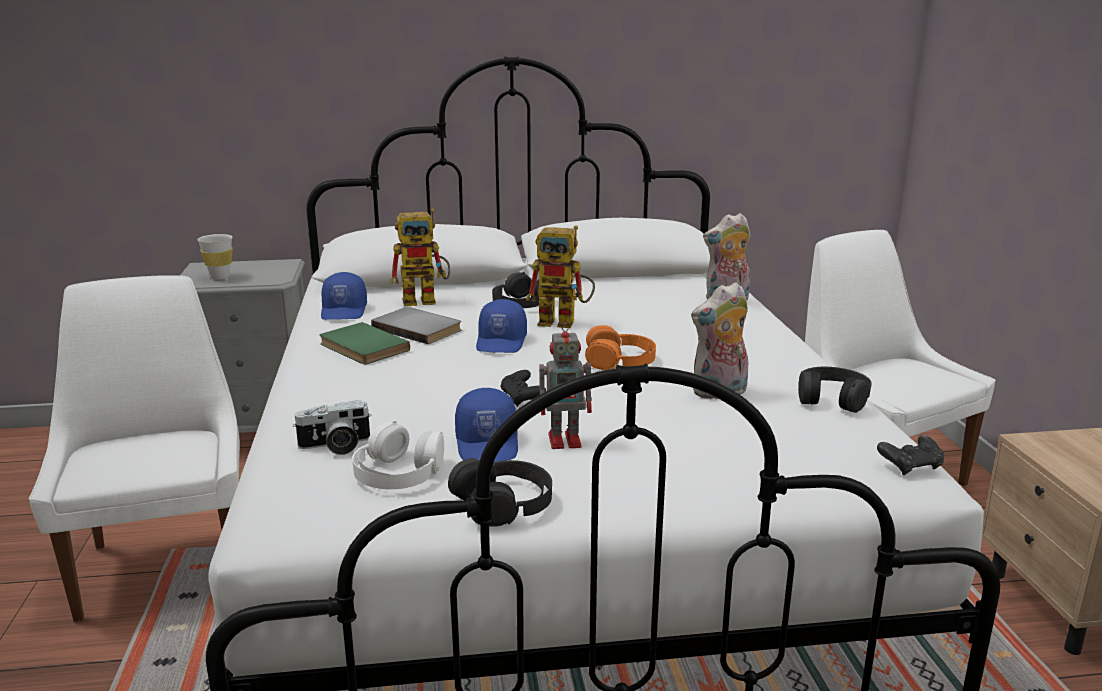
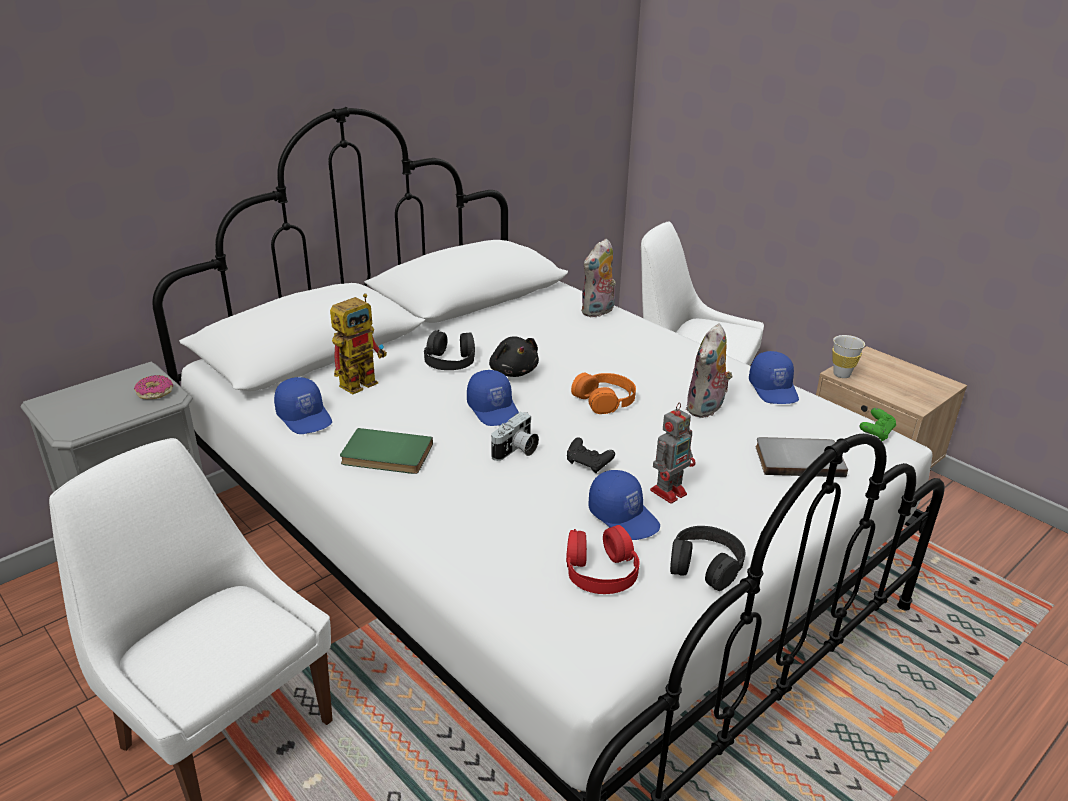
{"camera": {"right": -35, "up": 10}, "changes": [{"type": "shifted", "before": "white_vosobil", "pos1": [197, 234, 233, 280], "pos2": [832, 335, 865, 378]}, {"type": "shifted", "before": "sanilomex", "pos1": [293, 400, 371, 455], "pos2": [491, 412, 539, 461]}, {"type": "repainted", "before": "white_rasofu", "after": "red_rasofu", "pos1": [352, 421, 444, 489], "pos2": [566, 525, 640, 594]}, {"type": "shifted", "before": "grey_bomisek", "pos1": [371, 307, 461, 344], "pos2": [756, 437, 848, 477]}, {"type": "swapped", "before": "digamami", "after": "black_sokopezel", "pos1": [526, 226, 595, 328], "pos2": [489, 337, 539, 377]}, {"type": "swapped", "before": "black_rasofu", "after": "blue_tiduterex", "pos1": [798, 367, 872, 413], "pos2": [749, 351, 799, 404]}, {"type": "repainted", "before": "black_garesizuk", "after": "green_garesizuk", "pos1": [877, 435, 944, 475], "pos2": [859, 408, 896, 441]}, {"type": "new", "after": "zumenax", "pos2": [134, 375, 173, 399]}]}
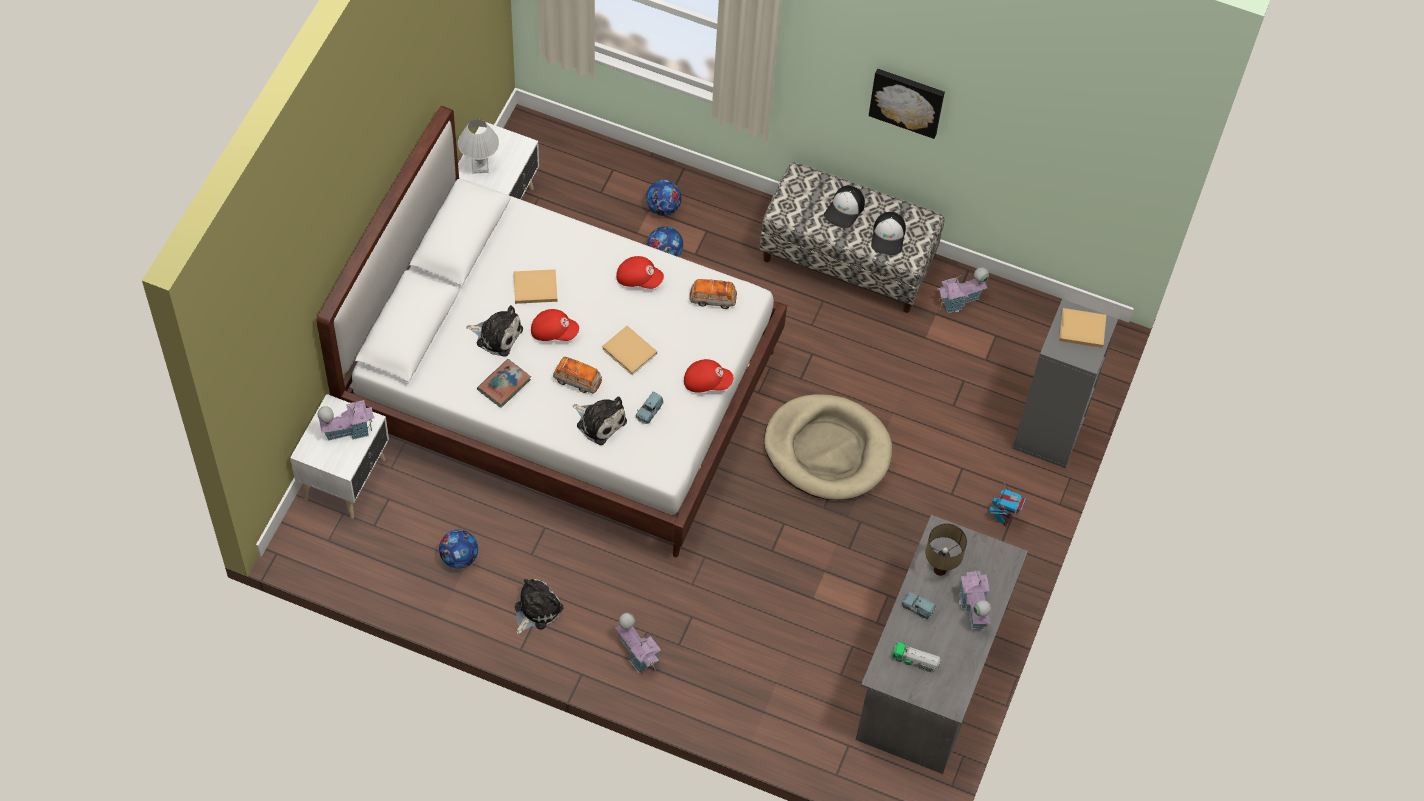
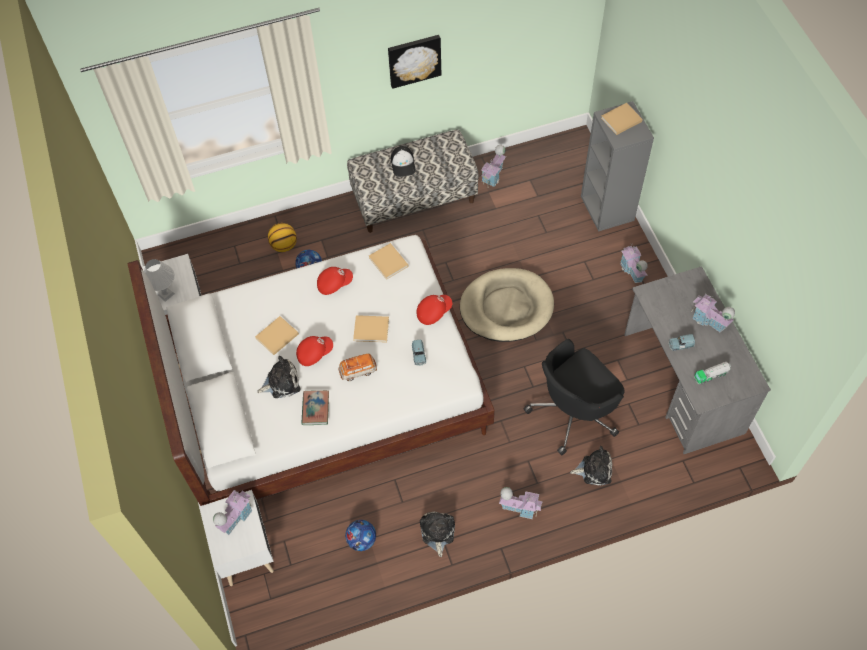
{"camera": {"right": -35, "up": 0}, "changes": [{"type": "shifted", "before": "sokopezel", "pos1": [572, 396, 627, 445], "pos2": [570, 446, 612, 486]}, {"type": "swapped", "before": "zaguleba", "after": "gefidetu", "pos1": [646, 180, 682, 216], "pos2": [268, 223, 297, 252]}, {"type": "swapped", "before": "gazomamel", "after": "beige_bomisek", "pos1": [690, 279, 737, 309], "pos2": [369, 243, 409, 280]}, {"type": "gone", "before": "tiduterex", "pos1": [871, 212, 906, 255]}, {"type": "gone", "before": "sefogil", "pos1": [926, 524, 967, 576]}, {"type": "swapped", "before": "digamami", "after": "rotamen", "pos1": [988, 482, 1026, 527], "pos2": [620, 245, 648, 283]}, {"type": "new", "after": "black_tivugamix", "pos2": [524, 339, 625, 455]}]}
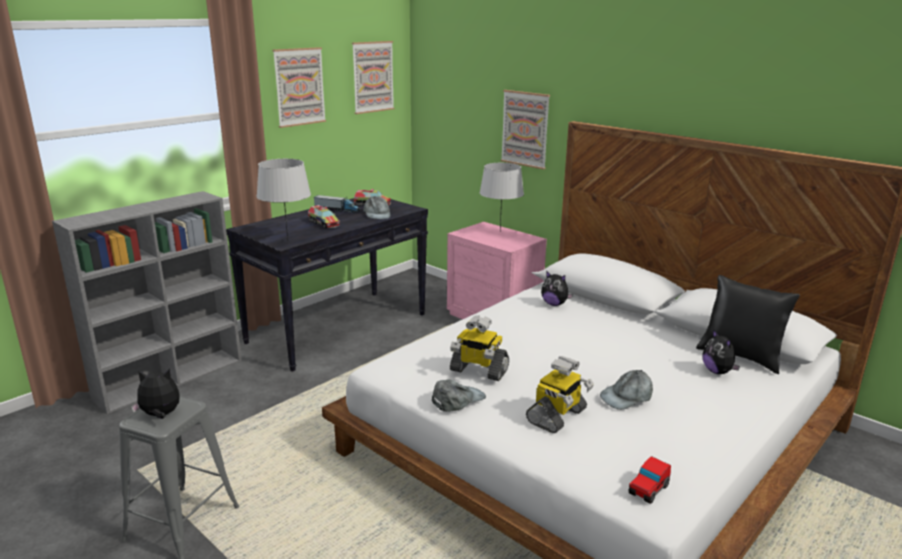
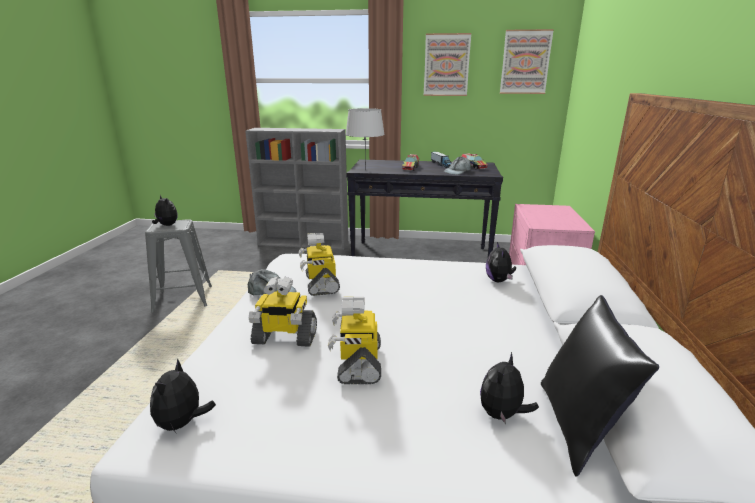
{"camera": {"right": 55, "up": 0}, "changes": [{"type": "gone", "before": "grey_sefogil", "pos1": [479, 163, 524, 232]}, {"type": "gone", "before": "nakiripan", "pos1": [501, 90, 550, 169]}, {"type": "swapped", "before": "grey_tiduterex", "after": "digamami", "pos1": [600, 370, 653, 410], "pos2": [328, 296, 381, 384]}, {"type": "swapped", "before": "gazomamel", "after": "sokopezel", "pos1": [629, 456, 671, 504], "pos2": [150, 358, 216, 433]}]}
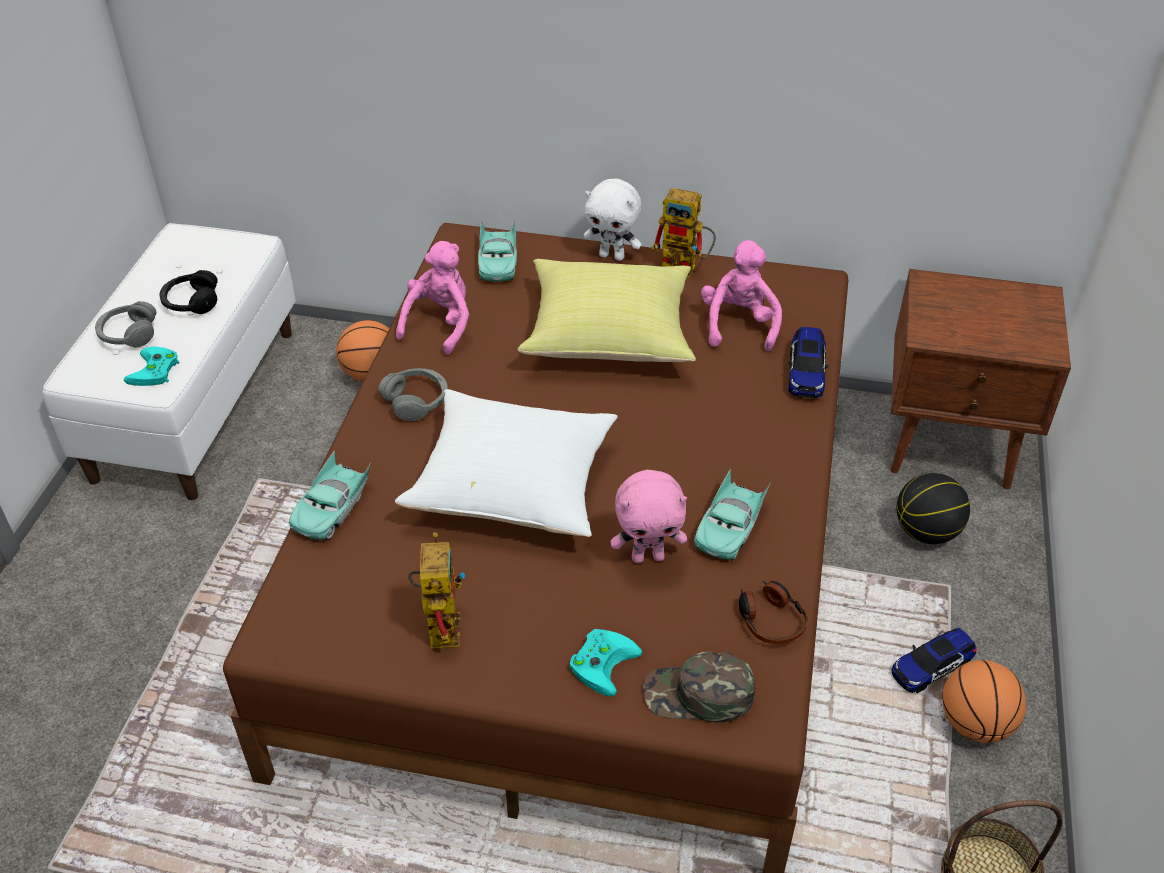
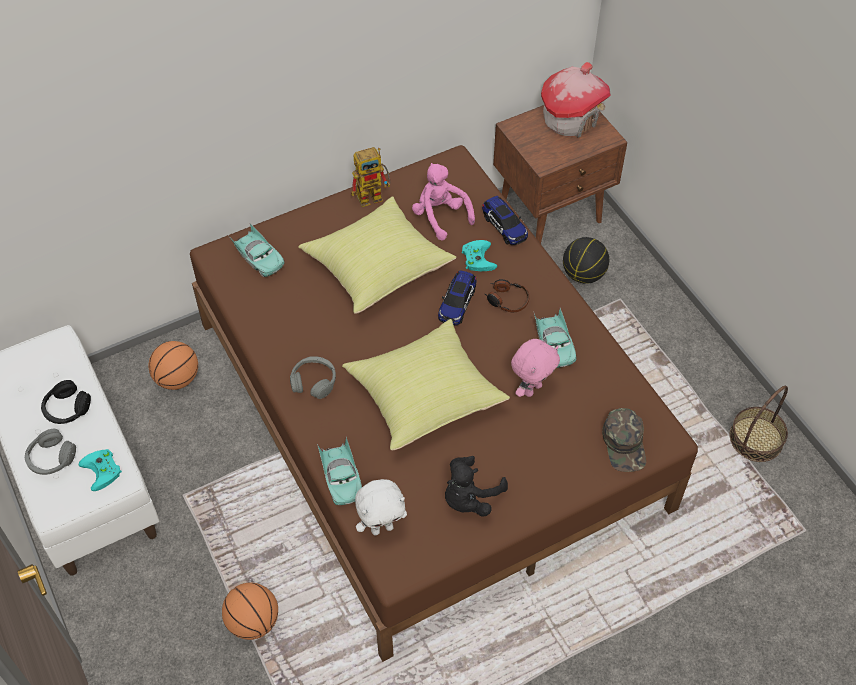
{"camera": {"right": -40, "up": 10}, "changes": [{"type": "repainted", "before": "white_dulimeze", "after": "yellow_dulimeze", "pos1": [395, 389, 618, 537], "pos2": [342, 319, 510, 450]}, {"type": "gone", "before": "pink_sokopezel", "pos1": [396, 241, 469, 355]}, {"type": "swapped", "before": "digamami", "after": "black_sokopezel", "pos1": [408, 532, 465, 649], "pos2": [445, 456, 508, 516]}, {"type": "shifted", "before": "turquoise_garesizuk", "pos1": [569, 629, 642, 696], "pos2": [462, 240, 497, 271]}, {"type": "shifted", "before": "white_sokopezel", "pos1": [583, 178, 641, 261], "pos2": [355, 479, 407, 535]}, {"type": "rotated", "before": "green_tiduterex", "pos1": [643, 651, 755, 723], "pos2": [602, 408, 646, 472], "turn": -60}, {"type": "shifted", "before": "rasofu", "pos1": [739, 581, 807, 644], "pos2": [485, 279, 530, 312]}, {"type": "shifted", "before": "gazomamel", "pos1": [892, 628, 977, 693], "pos2": [438, 271, 476, 326]}, {"type": "shifted", "before": "gefidetu", "pos1": [942, 660, 1026, 743], "pos2": [222, 583, 278, 640]}, {"type": "new", "after": "rotamen", "pos2": [541, 62, 611, 138]}]}
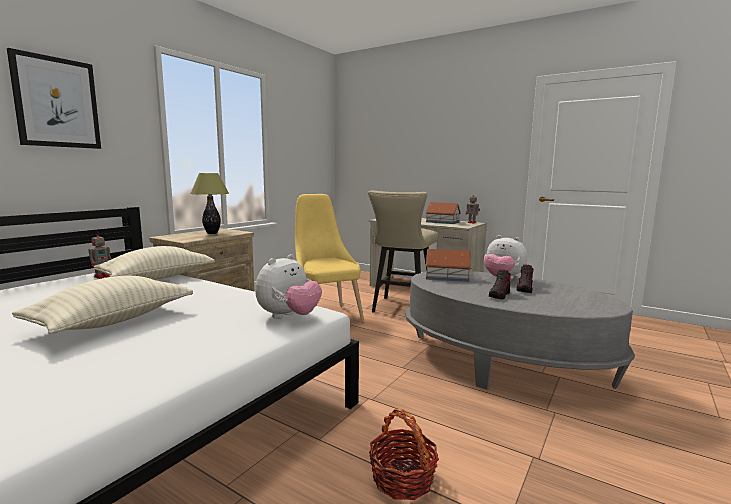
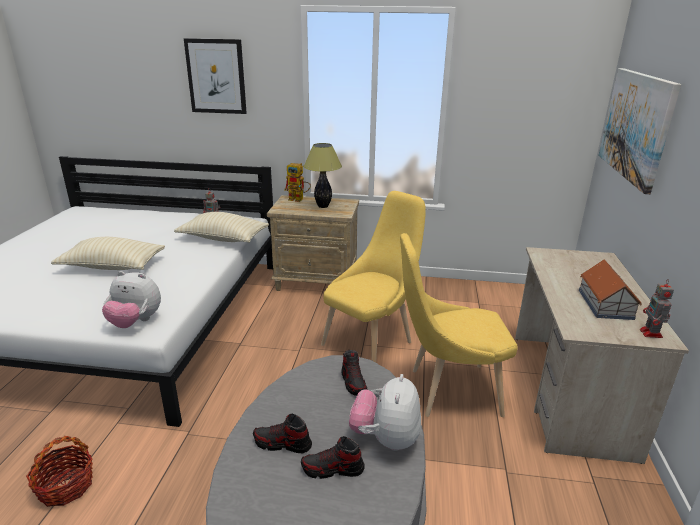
{"camera": {"right": 65, "up": 15}, "changes": [{"type": "swapped", "before": "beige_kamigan", "after": "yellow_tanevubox", "pos1": [368, 190, 438, 313], "pos2": [400, 233, 518, 417]}, {"type": "swapped", "before": "rotamen", "after": "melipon", "pos1": [425, 249, 472, 282], "pos2": [341, 350, 368, 396]}, {"type": "new", "after": "digamami", "pos2": [284, 163, 311, 202]}, {"type": "new", "after": "nakiripan", "pos2": [598, 68, 681, 194]}]}
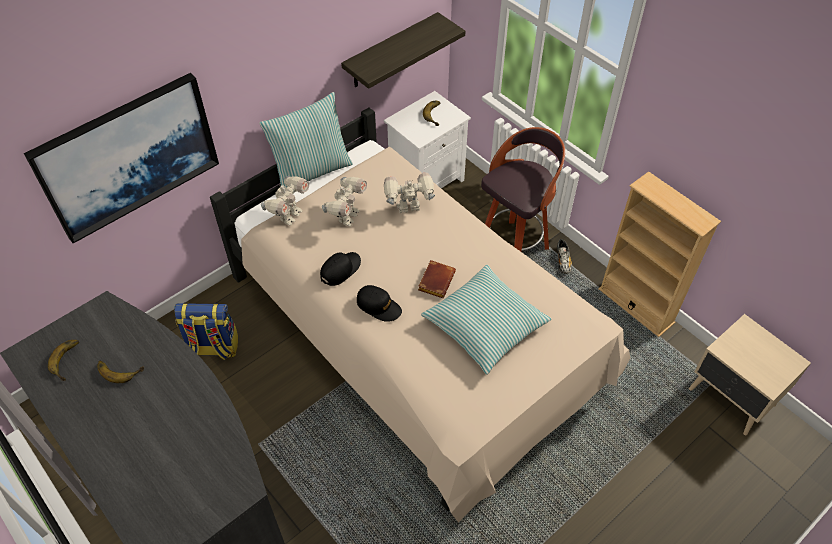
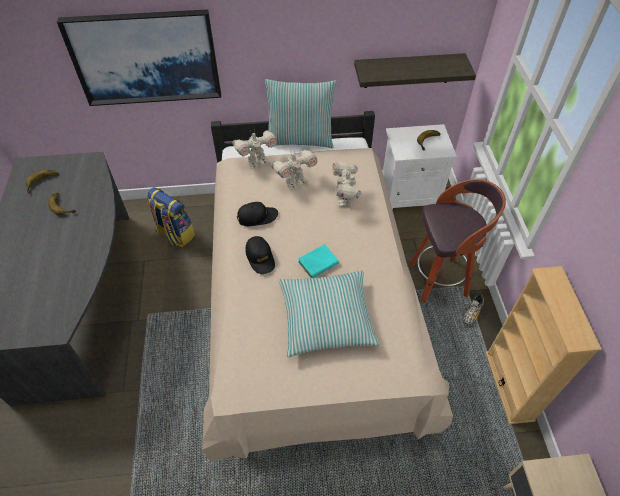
{"camera": {"right": 35, "up": 0}, "changes": [{"type": "rotated", "before": "digamami", "pos1": [384, 173, 435, 213], "pos2": [332, 162, 362, 207], "turn": -120}, {"type": "repainted", "before": "brown_bomisek", "after": "turquoise_bomisek", "pos1": [418, 260, 456, 298], "pos2": [298, 244, 339, 278]}]}
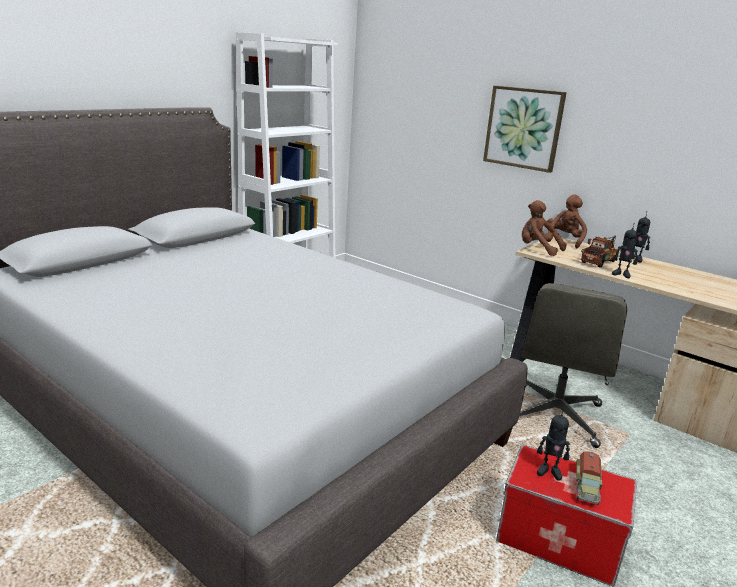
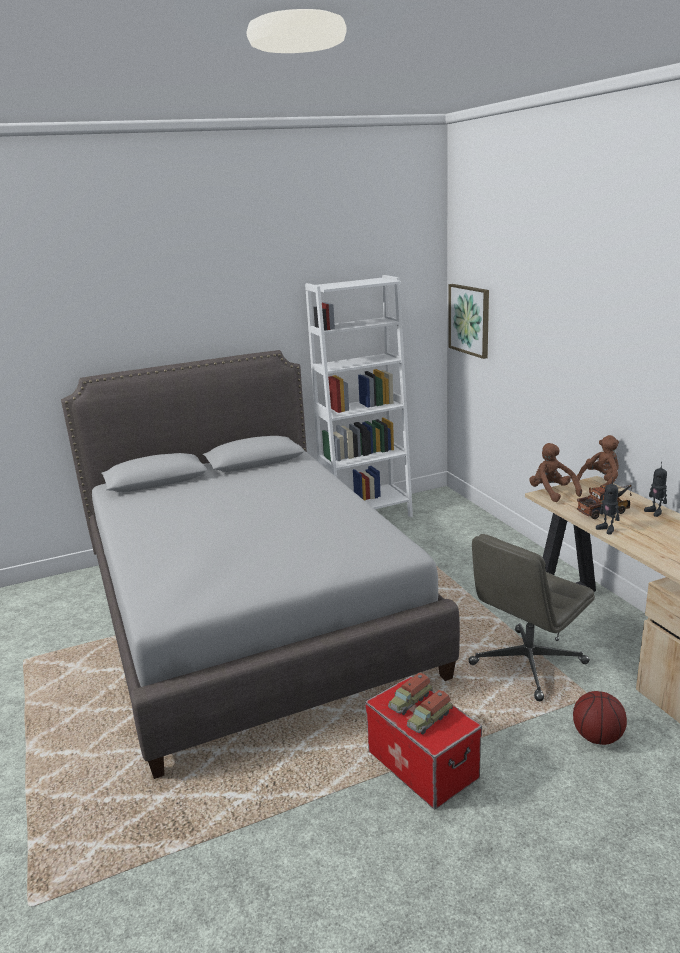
{"camera": {"right": 30, "up": 0}, "changes": [{"type": "shifted", "before": "nakiripan", "pos1": [483, 86, 567, 173], "pos2": [448, 284, 489, 359]}, {"type": "swapped", "before": "digamami", "after": "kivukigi", "pos1": [537, 408, 570, 481], "pos2": [388, 673, 432, 715]}, {"type": "new", "after": "gefidetu", "pos2": [573, 691, 627, 745]}]}
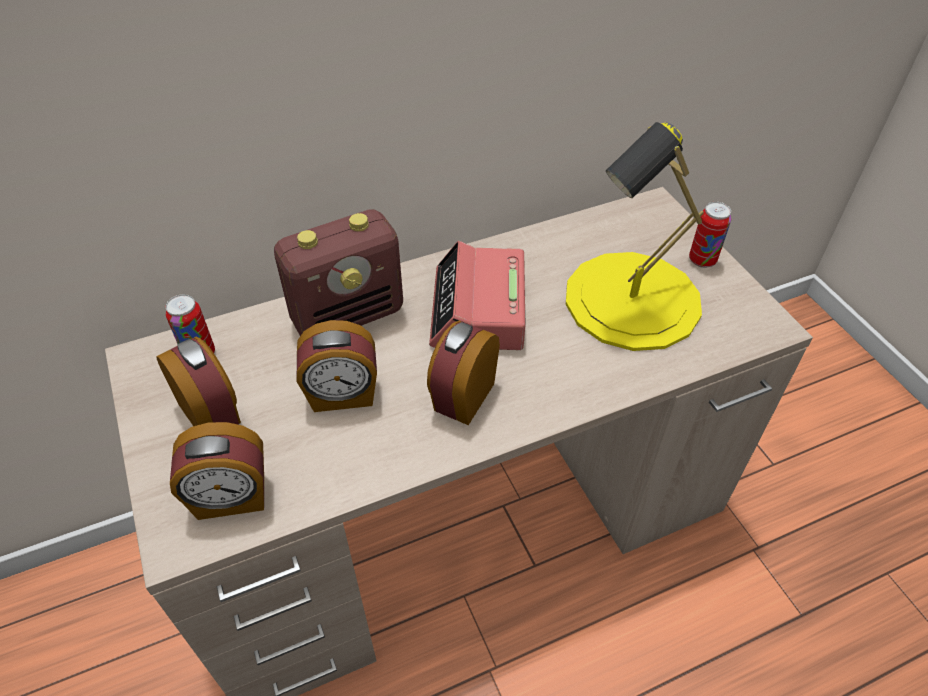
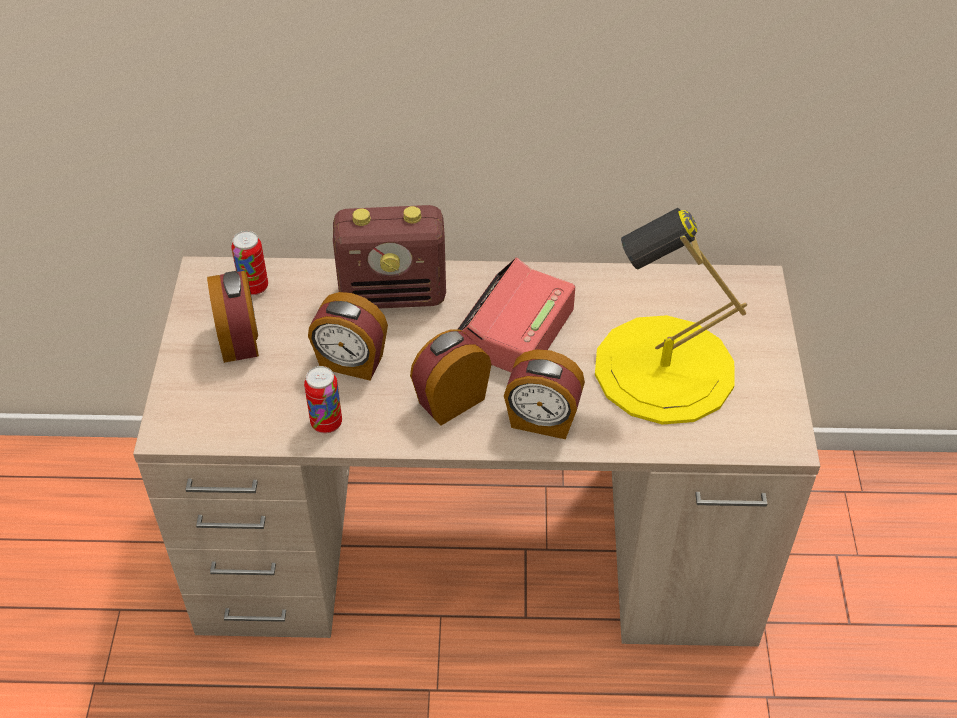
{"camera": {"right": 25, "up": 0}, "changes": [{"type": "shifted", "before": "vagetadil", "pos1": [170, 422, 264, 520], "pos2": [504, 349, 585, 439]}, {"type": "shifted", "before": "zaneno", "pos1": [689, 202, 731, 268], "pos2": [304, 366, 342, 434]}]}
